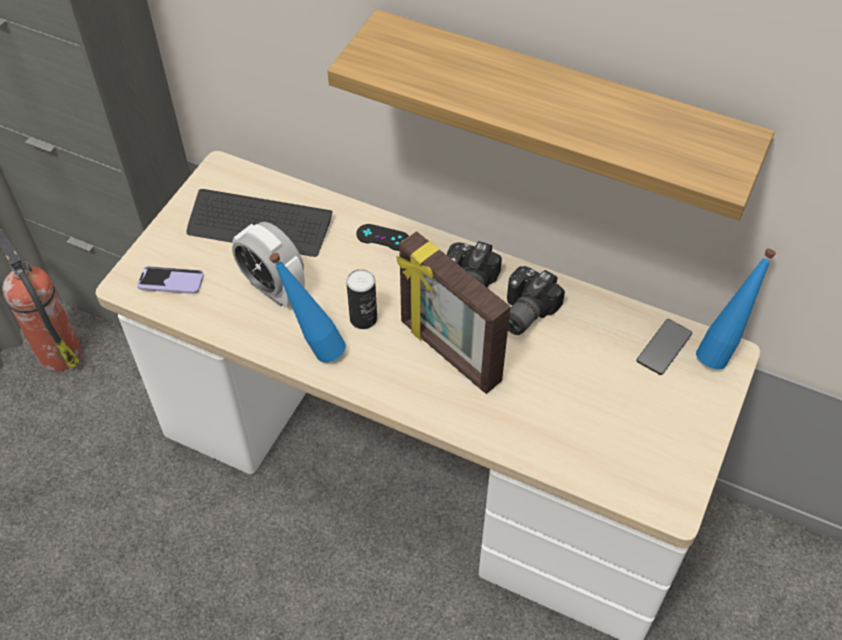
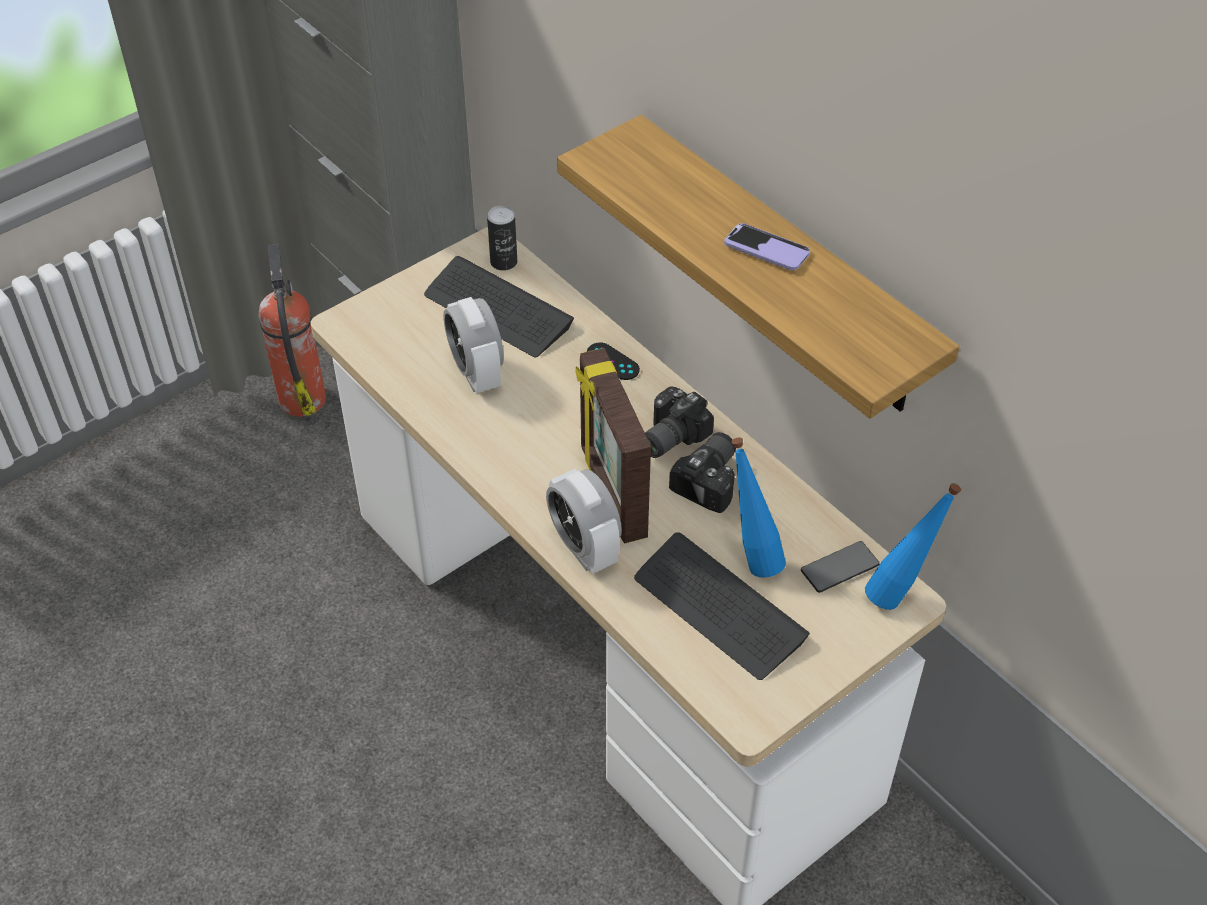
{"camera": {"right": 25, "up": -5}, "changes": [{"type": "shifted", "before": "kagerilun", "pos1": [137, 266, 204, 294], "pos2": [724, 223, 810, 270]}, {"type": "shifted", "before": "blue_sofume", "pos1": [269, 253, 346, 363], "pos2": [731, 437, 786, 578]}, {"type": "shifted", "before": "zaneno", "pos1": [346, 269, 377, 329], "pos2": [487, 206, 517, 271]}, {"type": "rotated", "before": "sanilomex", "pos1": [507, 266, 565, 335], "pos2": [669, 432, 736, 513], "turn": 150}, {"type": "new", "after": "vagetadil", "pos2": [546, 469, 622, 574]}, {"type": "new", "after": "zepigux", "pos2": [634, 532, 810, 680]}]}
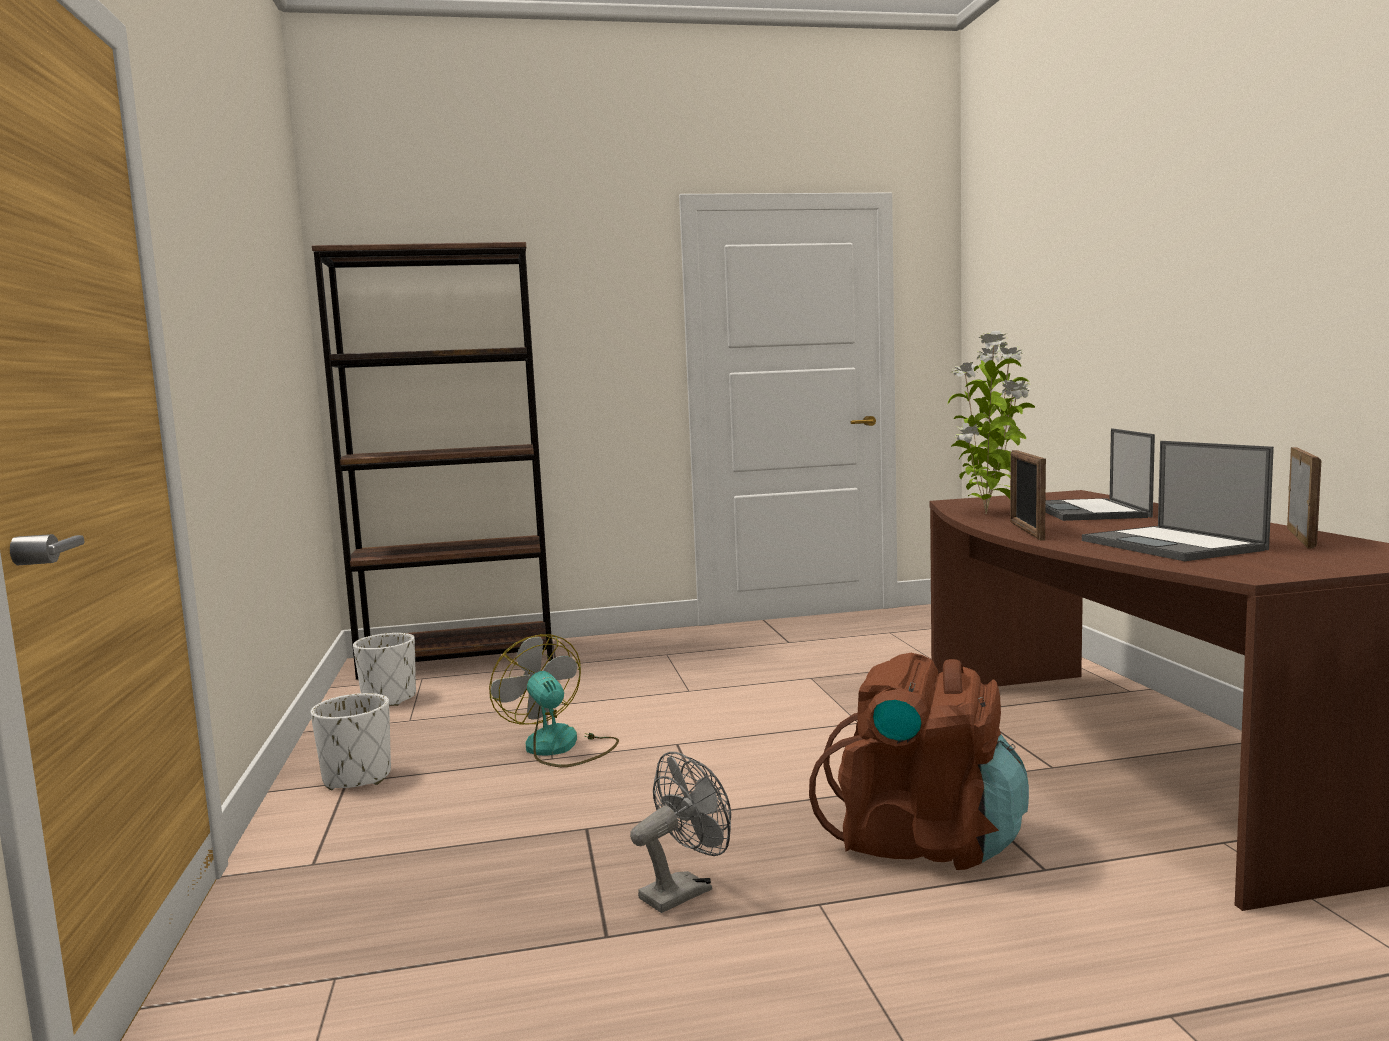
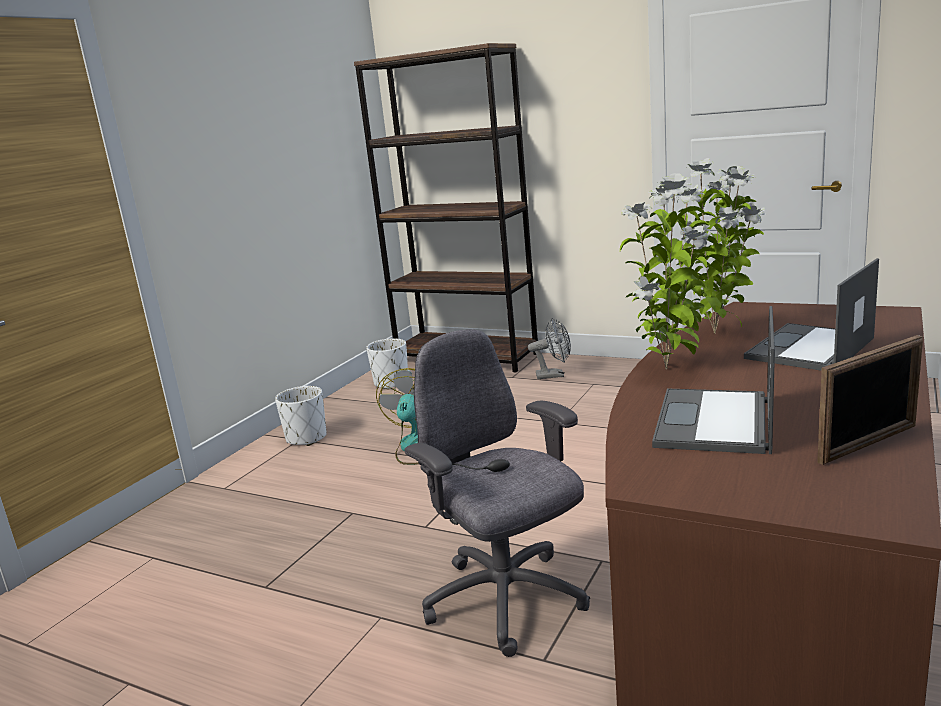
{"camera": {"right": 40, "up": 10}, "changes": [{"type": "shifted", "before": "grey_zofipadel", "pos1": [630, 752, 731, 913], "pos2": [528, 318, 571, 379]}, {"type": "swapped", "before": "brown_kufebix", "after": "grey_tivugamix", "pos1": [809, 653, 1029, 870], "pos2": [405, 329, 590, 657]}, {"type": "swapped", "before": "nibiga", "after": "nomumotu", "pos1": [1010, 450, 1046, 541], "pos2": [620, 173, 715, 369]}]}
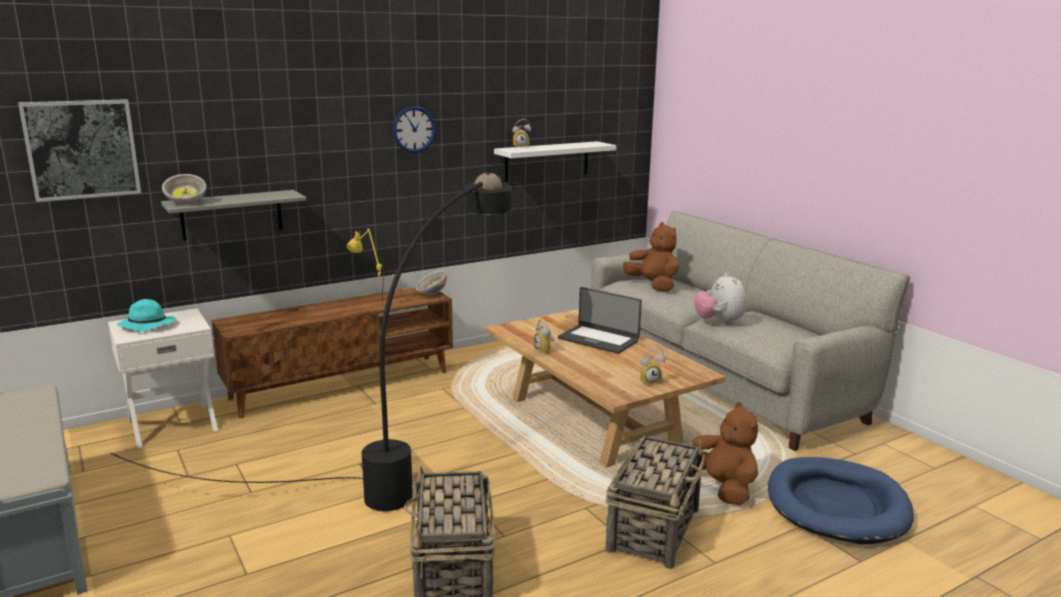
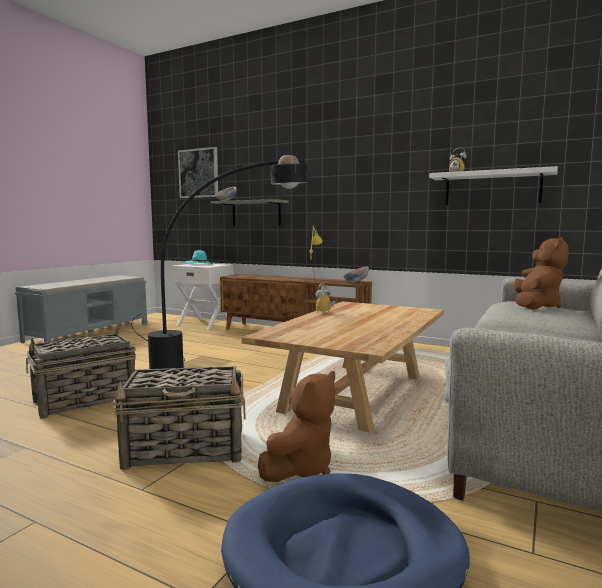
{"camera": {"right": 60, "up": -10}, "changes": [{"type": "gone", "before": "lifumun", "pos1": [393, 106, 436, 153]}, {"type": "gone", "before": "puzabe", "pos1": [558, 287, 642, 354]}, {"type": "gone", "before": "vagetadil", "pos1": [640, 348, 665, 385]}, {"type": "gone", "before": "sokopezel", "pos1": [694, 273, 746, 325]}]}
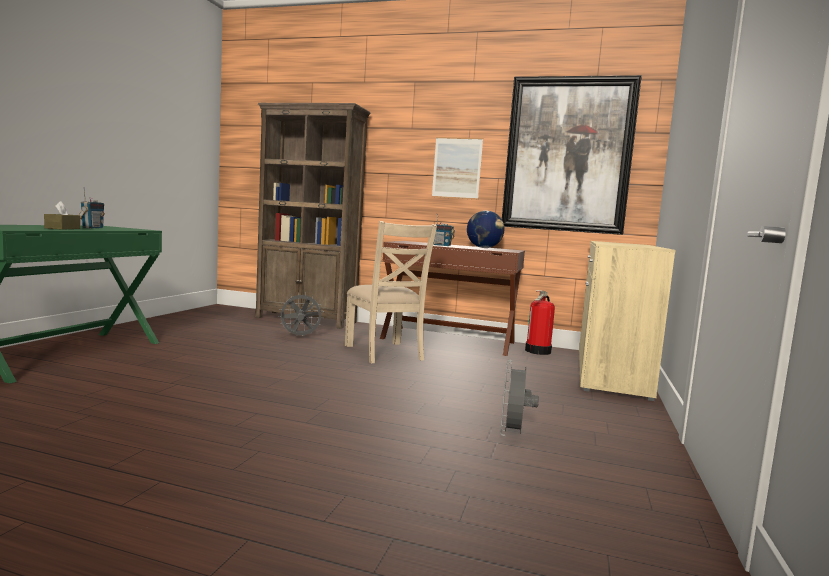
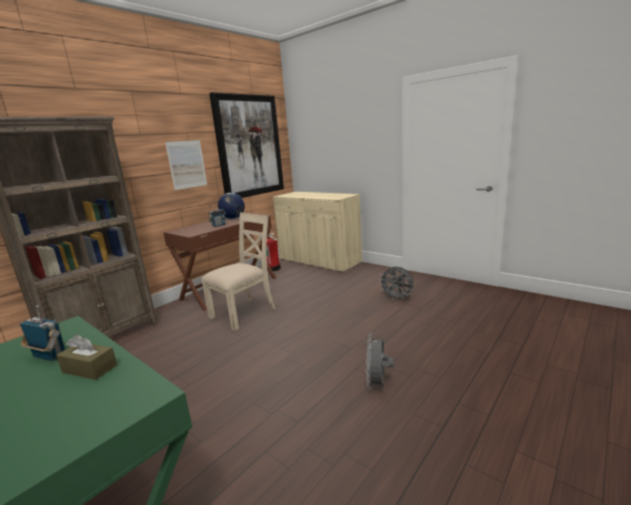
{"camera": {"right": -65, "up": 10}, "changes": [{"type": "shifted", "before": "grey_zofipadel", "pos1": [278, 292, 324, 335], "pos2": [366, 333, 394, 390]}, {"type": "rotated", "before": "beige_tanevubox", "pos1": [345, 221, 437, 363], "pos2": [201, 212, 276, 331], "turn": -45}]}
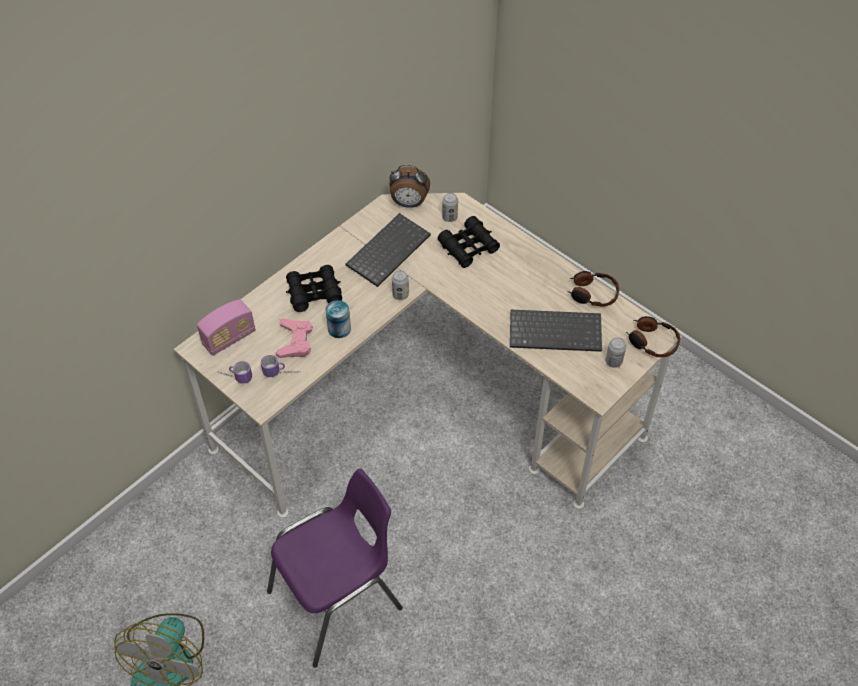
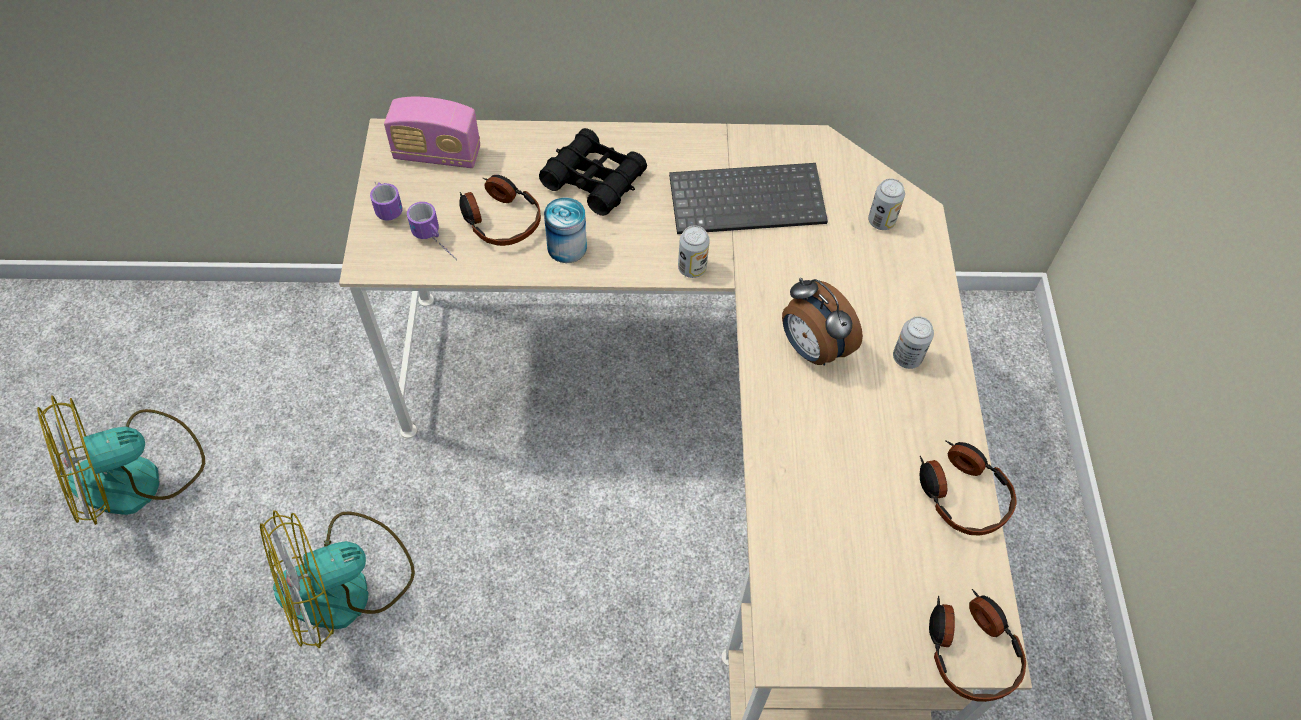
{"camera": {"right": 45, "up": 5}, "changes": [{"type": "swapped", "before": "purple_tanevubox", "after": "zofipadel", "pos1": [267, 468, 403, 668], "pos2": [260, 510, 415, 648]}, {"type": "swapped", "before": "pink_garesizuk", "after": "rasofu", "pos1": [276, 318, 313, 358], "pos2": [459, 175, 541, 246]}, {"type": "shifted", "before": "vagetadil", "pos1": [389, 165, 430, 208], "pos2": [782, 278, 863, 366]}, {"type": "gone", "before": "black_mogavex", "pos1": [438, 216, 500, 268]}, {"type": "gone", "before": "zepigux", "pos1": [510, 310, 602, 352]}, {"type": "shifted", "before": "zaneno", "pos1": [605, 337, 626, 368], "pos2": [893, 316, 934, 369]}]}
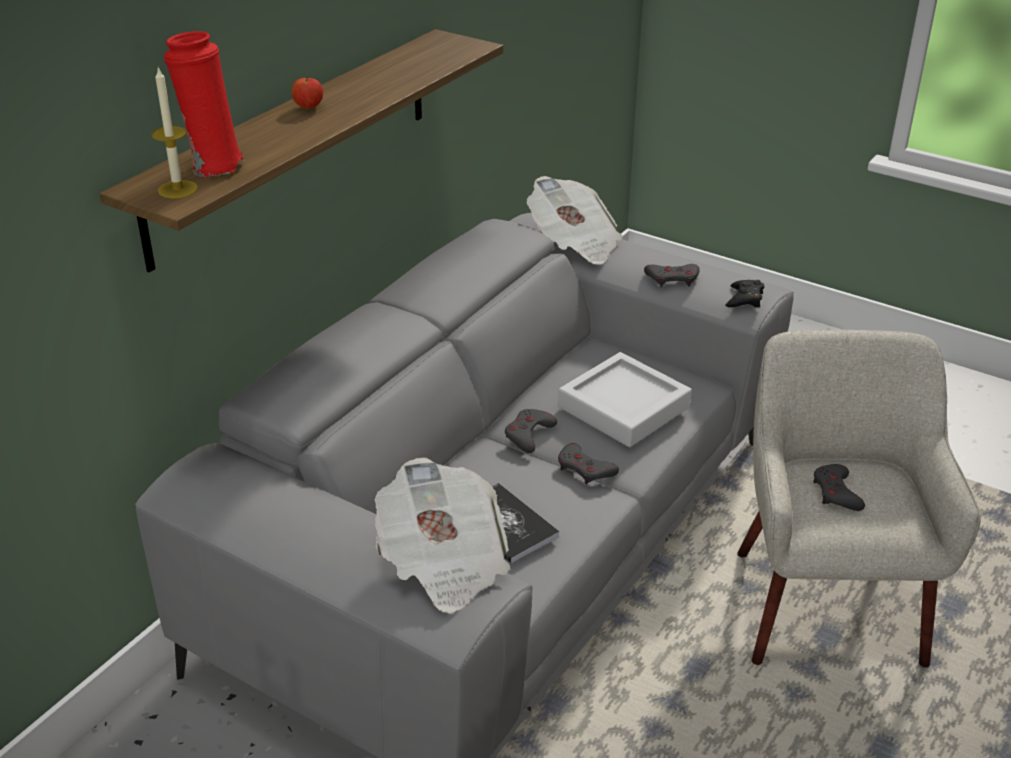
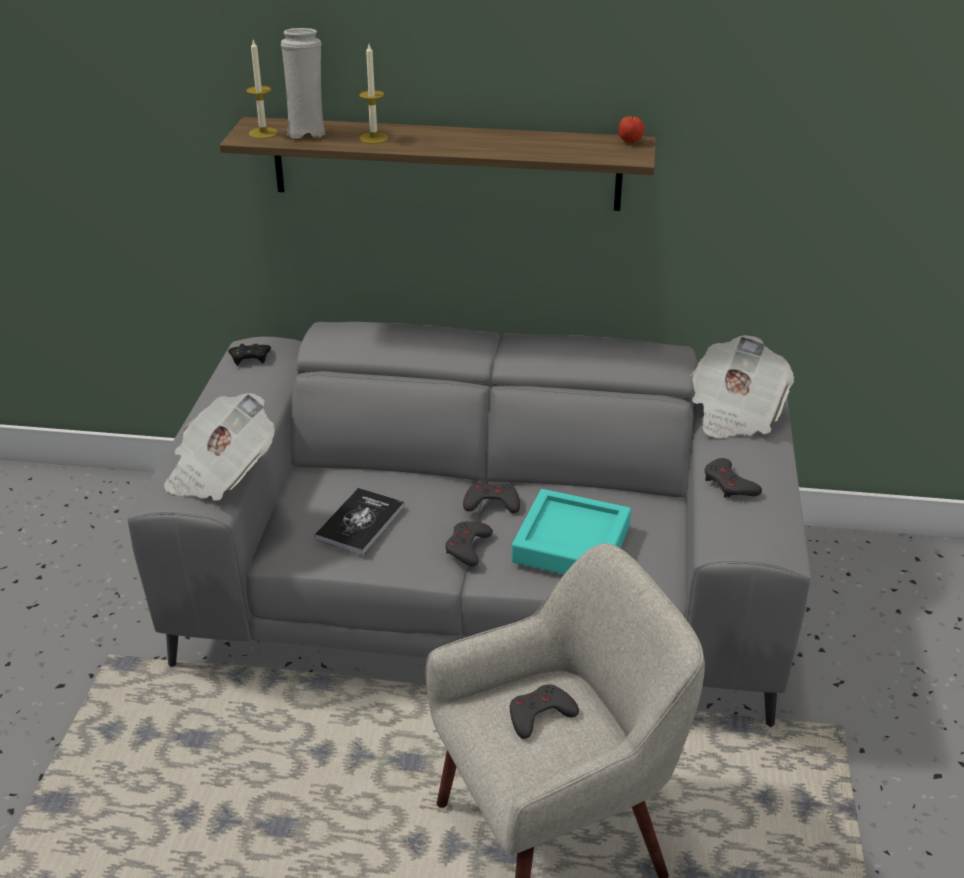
{"camera": {"right": 65, "up": 0}, "changes": [{"type": "repainted", "before": "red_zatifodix", "after": "white_zatifodix", "pos1": [164, 31, 244, 178], "pos2": [281, 28, 325, 139]}, {"type": "shifted", "before": "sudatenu", "pos1": [292, 77, 323, 109], "pos2": [618, 116, 644, 143]}, {"type": "repainted", "before": "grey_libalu", "after": "turquoise_libalu", "pos1": [558, 352, 692, 447], "pos2": [512, 489, 631, 574]}, {"type": "shifted", "before": "black_garesizuk", "pos1": [725, 280, 765, 308], "pos2": [228, 344, 271, 366]}, {"type": "new", "after": "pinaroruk", "pos2": [359, 44, 388, 144]}]}
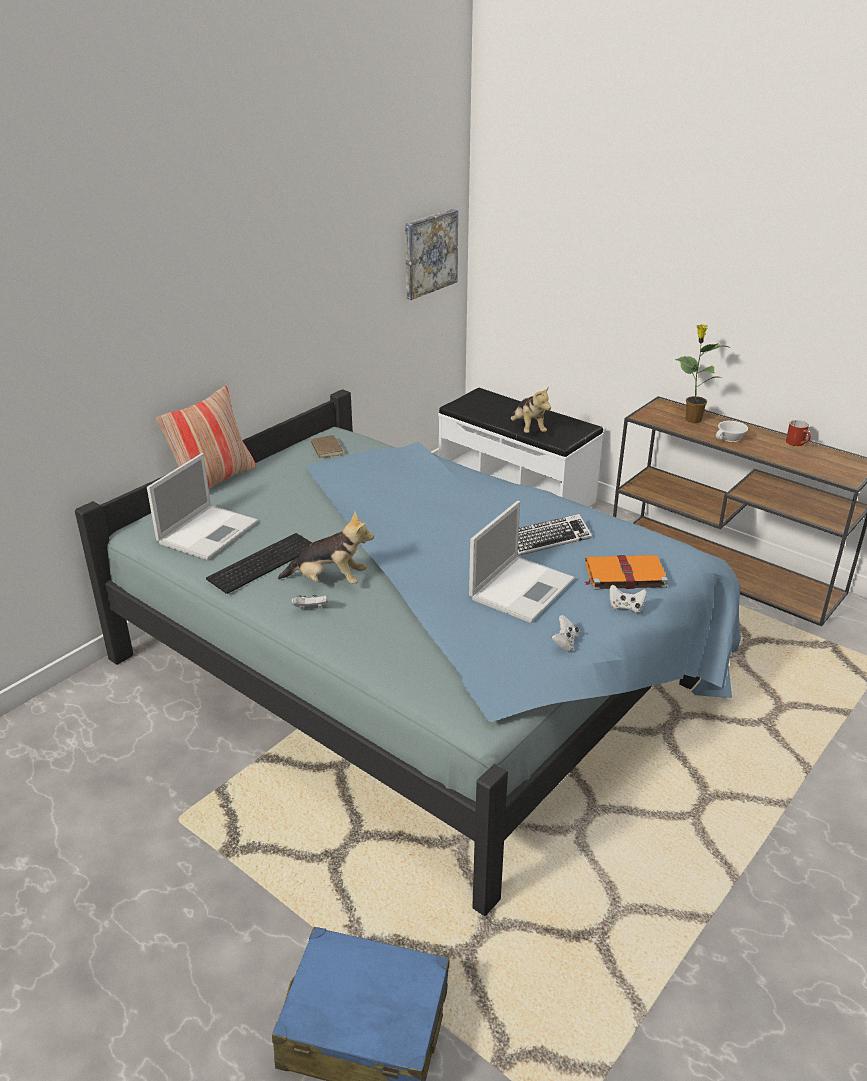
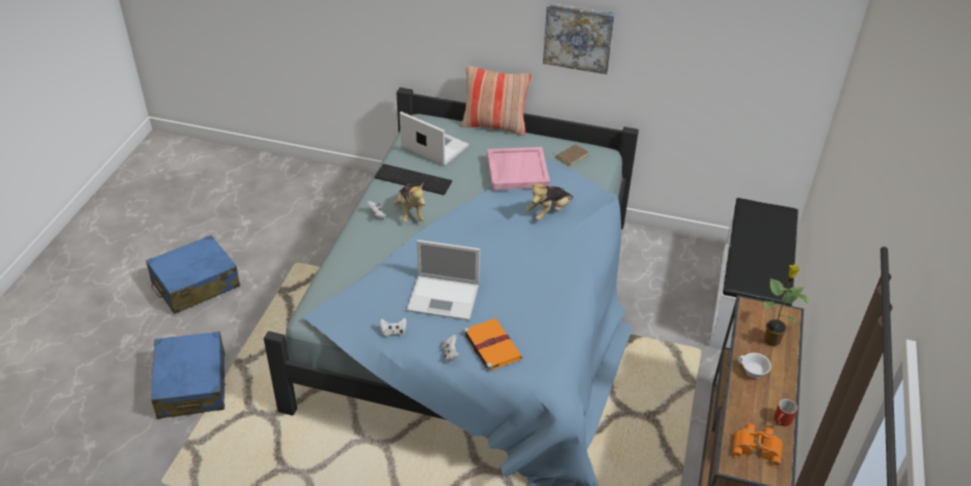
{"camera": {"right": 65, "up": 10}, "changes": [{"type": "rotated", "before": "puzabe", "pos1": [147, 453, 258, 560], "pos2": [400, 112, 469, 166], "turn": -150}, {"type": "shifted", "before": "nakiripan", "pos1": [405, 209, 458, 300], "pos2": [543, 3, 615, 74]}, {"type": "shifted", "before": "sokopezel", "pos1": [511, 386, 551, 433], "pos2": [526, 184, 573, 220]}, {"type": "gone", "before": "zepigux", "pos1": [518, 514, 592, 556]}, {"type": "new", "after": "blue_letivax", "pos2": [146, 235, 240, 314]}, {"type": "new", "after": "pink_libalu", "pos2": [487, 147, 550, 190]}, {"type": "new", "after": "orange_mogavex", "pos2": [733, 423, 782, 467]}]}
